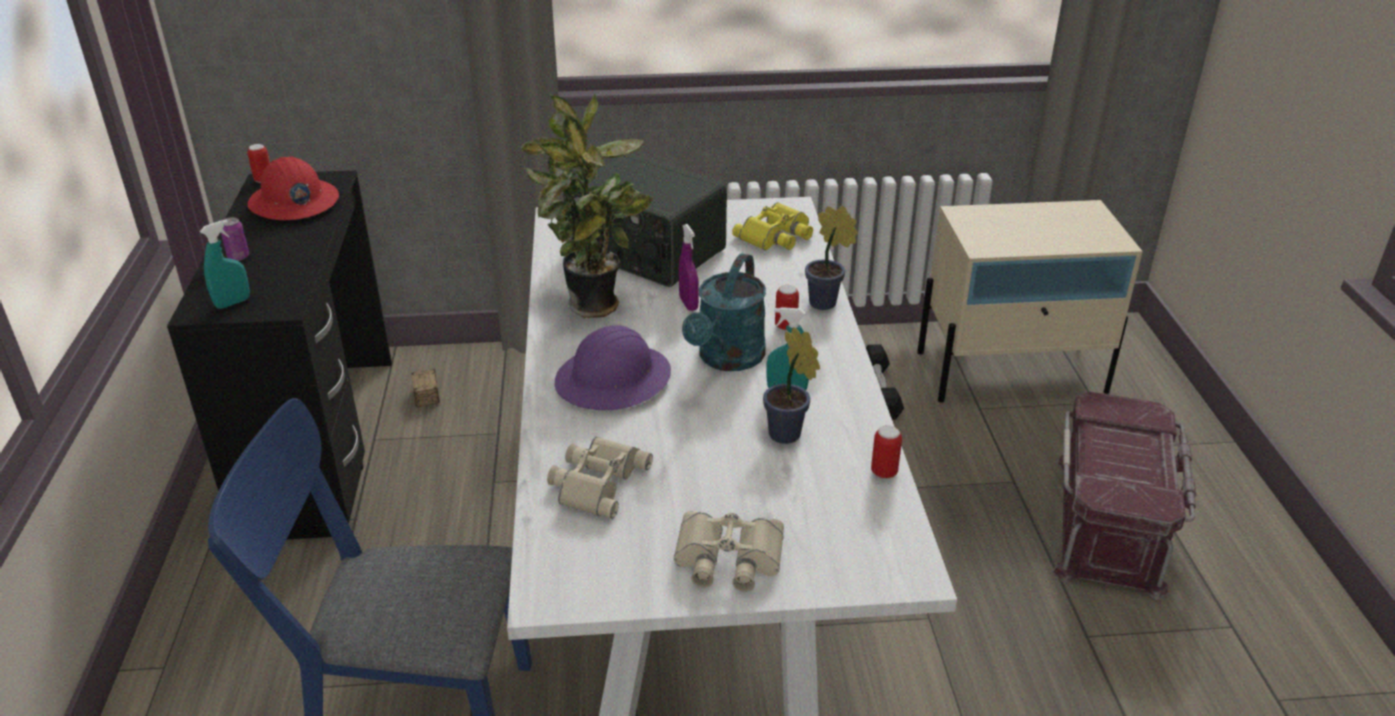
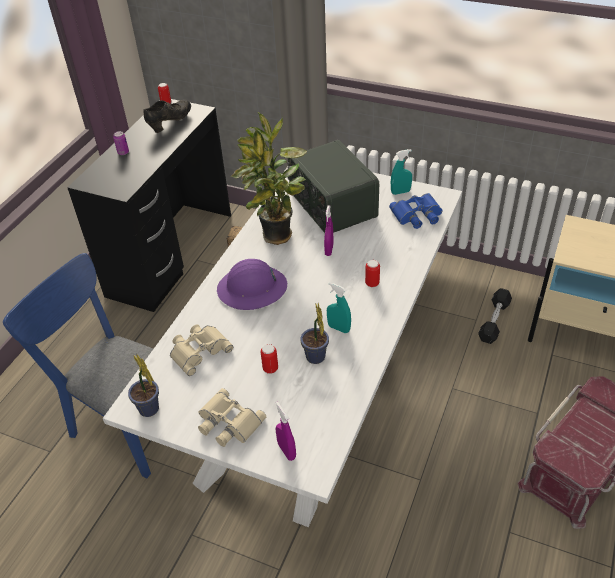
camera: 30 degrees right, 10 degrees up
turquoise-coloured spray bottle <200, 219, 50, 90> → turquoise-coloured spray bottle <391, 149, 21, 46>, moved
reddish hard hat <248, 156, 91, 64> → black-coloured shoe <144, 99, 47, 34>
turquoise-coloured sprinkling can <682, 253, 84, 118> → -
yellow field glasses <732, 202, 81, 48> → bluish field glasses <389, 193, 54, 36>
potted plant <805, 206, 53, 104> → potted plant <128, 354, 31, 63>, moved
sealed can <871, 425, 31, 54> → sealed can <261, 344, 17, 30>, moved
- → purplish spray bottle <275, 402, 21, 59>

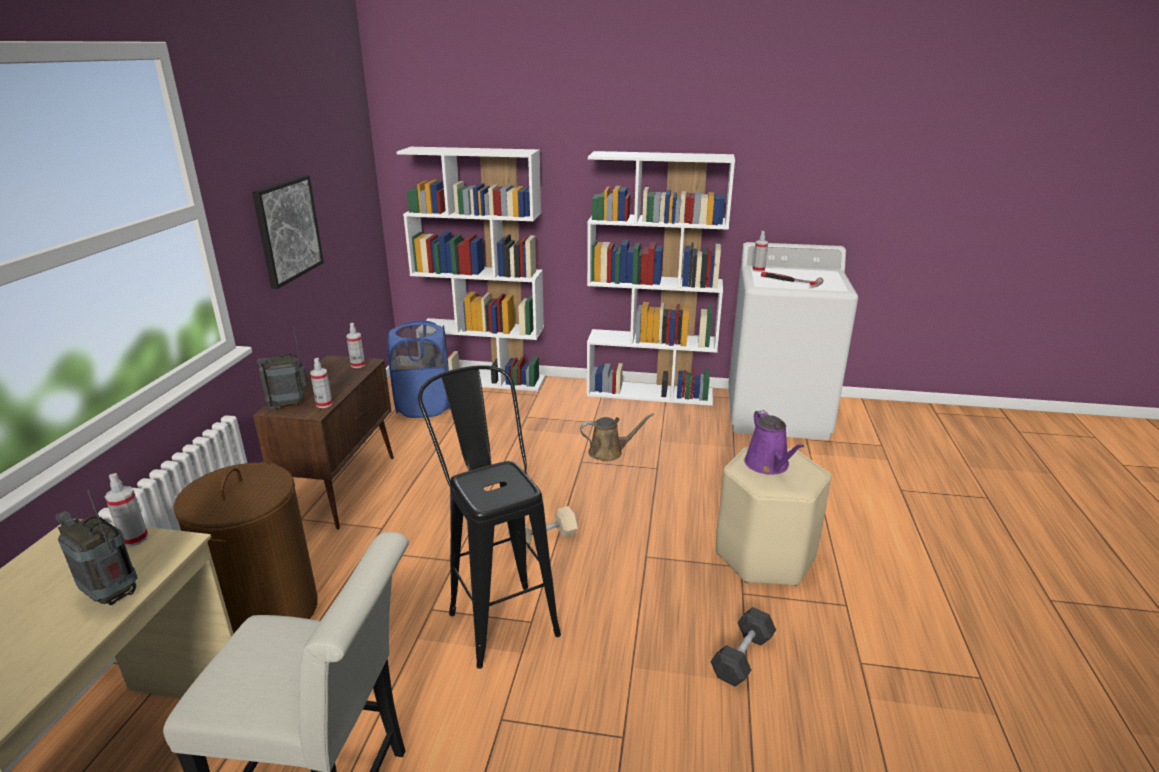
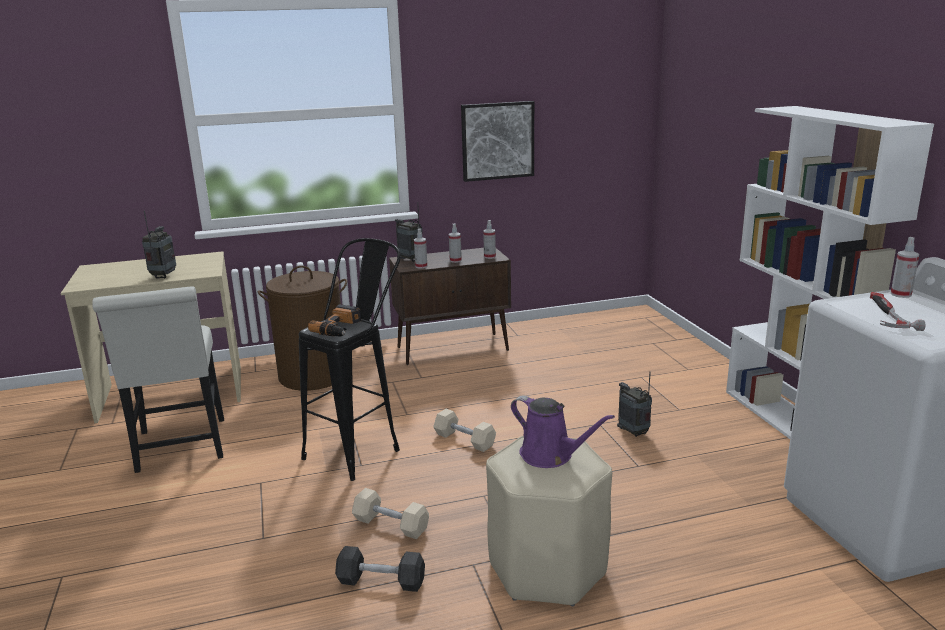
camera: 65 degrees right, 5 degrees down
spray bottle <105, 473, 43, 74> → spray bottle <449, 224, 13, 39>, moved
bluish washing basket <388, 320, 62, 98> → -
white-coloured shelving unit <397, 147, 148, 244> → -
brown-coloured sprinkling can <580, 413, 74, 48> → radio receiver <617, 372, 35, 65>
purplish sprinkling can <744, 410, 60, 65> → purplish sprinkling can <511, 396, 104, 72>, 105 degrees counterclockwise
- → drill <308, 304, 53, 33>
- → beige-coloured free weight <352, 488, 77, 51>

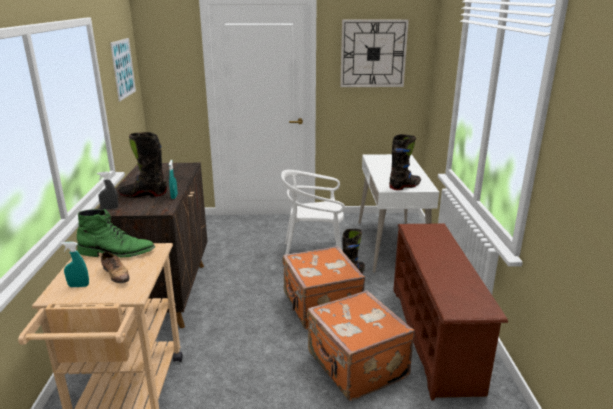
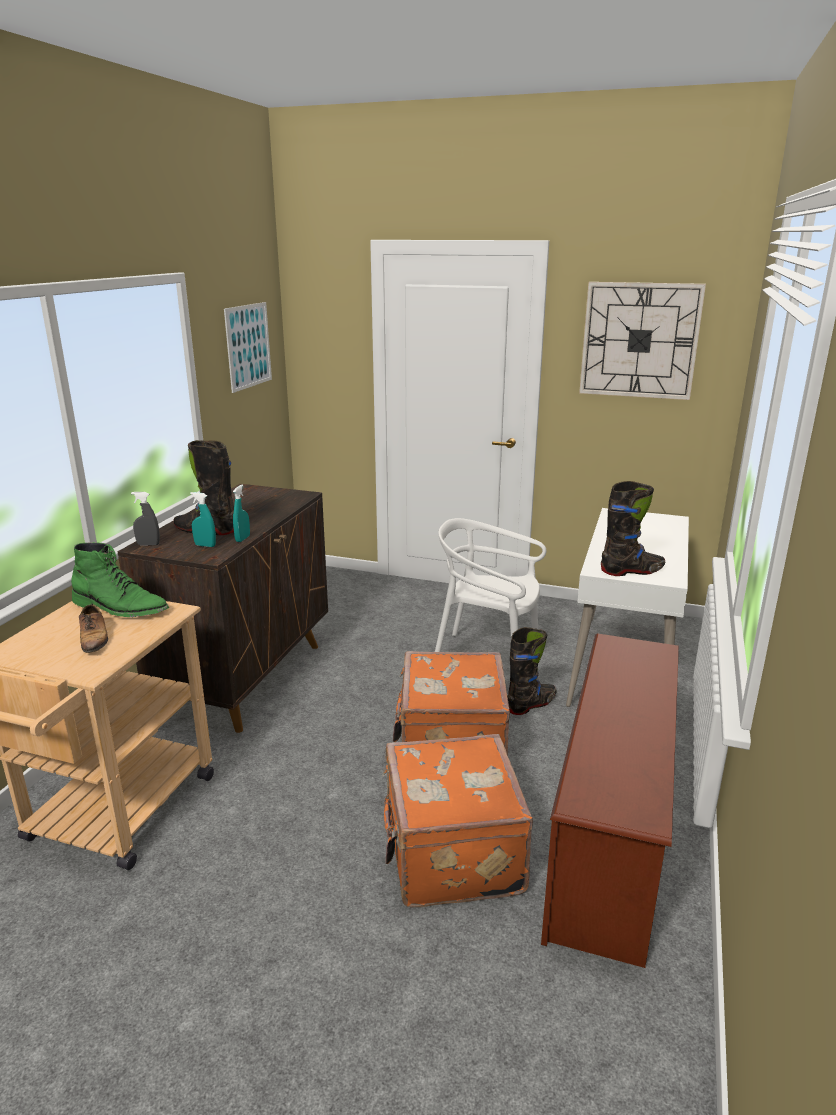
camera: 20 degrees right, 0 degrees up
turquoise-coloured spray bottle <61, 242, 28, 45> → turquoise-coloured spray bottle <190, 492, 26, 55>, moved

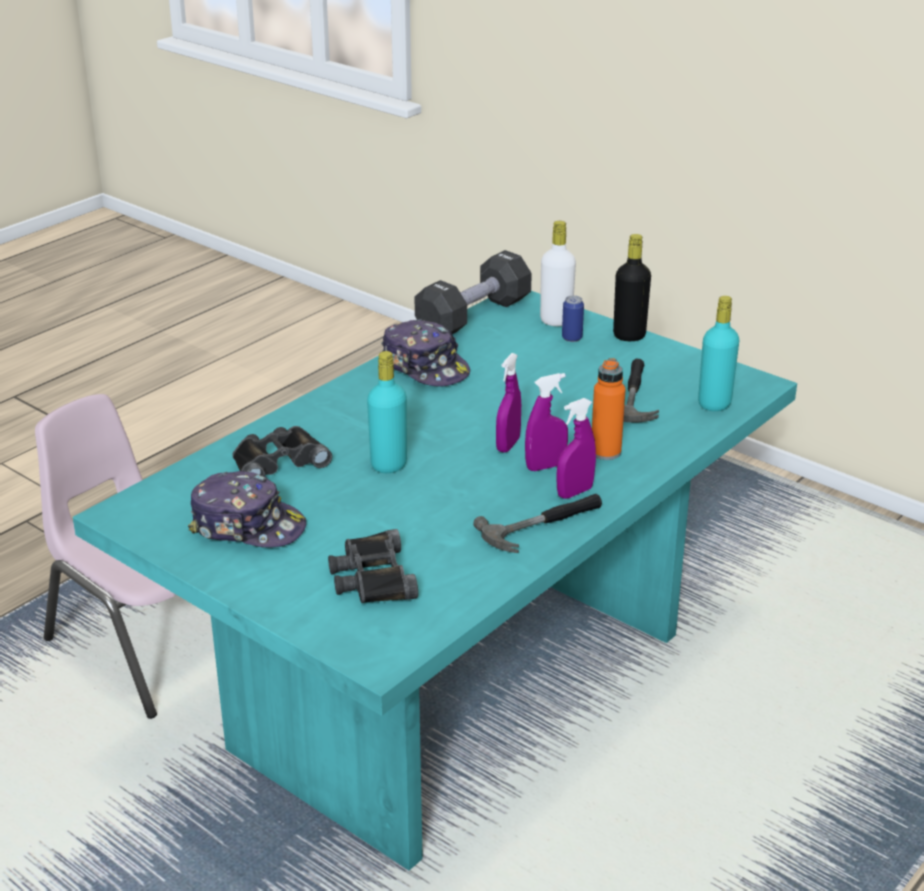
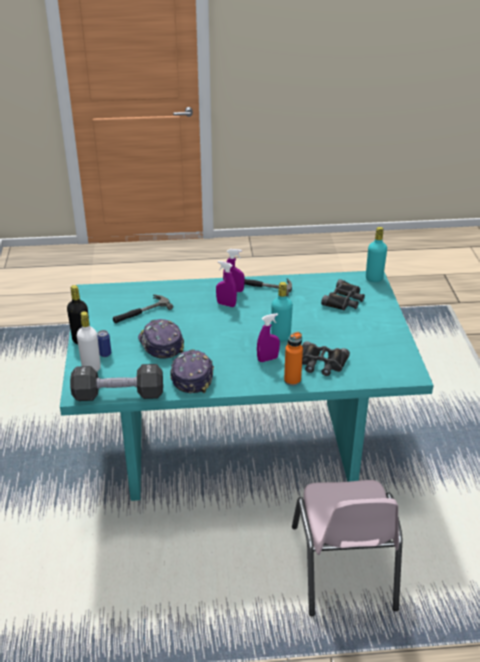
camera: 135 degrees left, 5 degrees up
peaked cap <188, 471, 118, 77> → peaked cap <138, 319, 46, 39>, moved
purplish spray bottle <496, 353, 25, 100> → purplish spray bottle <257, 313, 23, 49>, moved
orangey bottle <592, 358, 33, 102> → orangey bottle <284, 332, 19, 54>, moved
turquoise-coloured bottle <698, 296, 41, 115> → turquoise-coloured bottle <366, 227, 21, 55>, moved

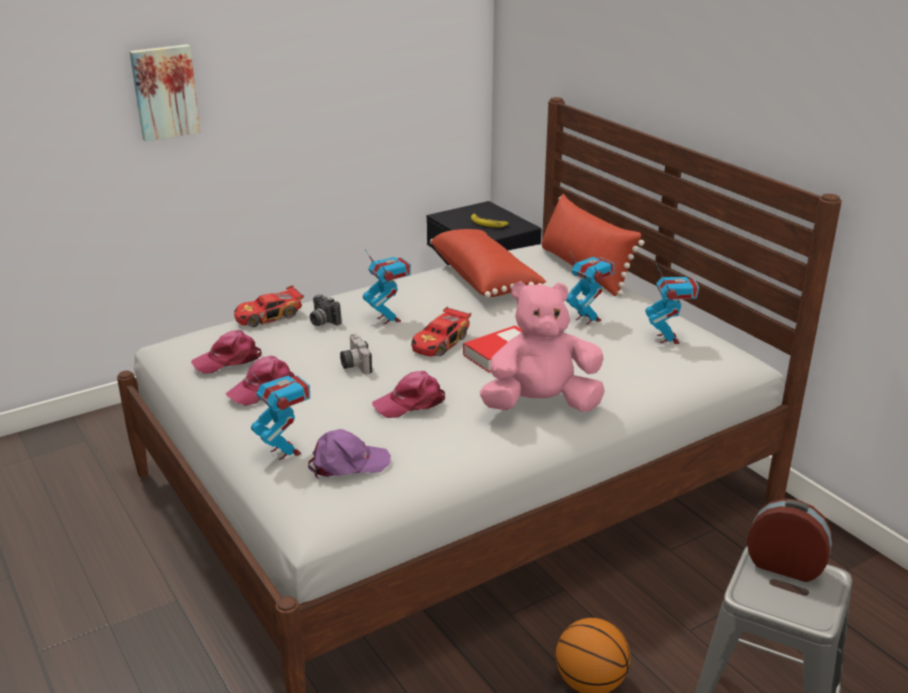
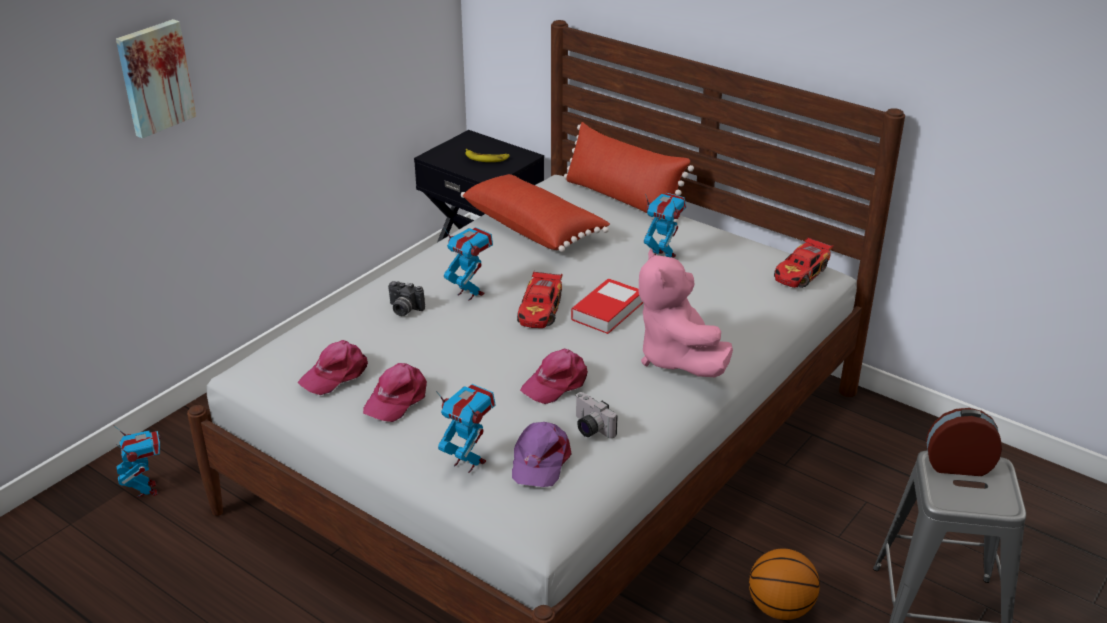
camera: 20 degrees left, 5 degrees up
model car <234, 285, 70, 42> → model car <774, 236, 59, 52>, moved
purplish peaked cap <308, 429, 83, 50> → purplish peaked cap <512, 422, 60, 65>, 135 degrees clockwise
still camera <340, 334, 32, 40> → still camera <575, 392, 43, 46>, moved
pink-coloured soft toy <480, 281, 125, 131> → pink-coloured soft toy <639, 248, 94, 129>, 75 degrees counterclockwise
model robot <645, 264, 54, 80> → model robot <113, 425, 48, 73>, moved

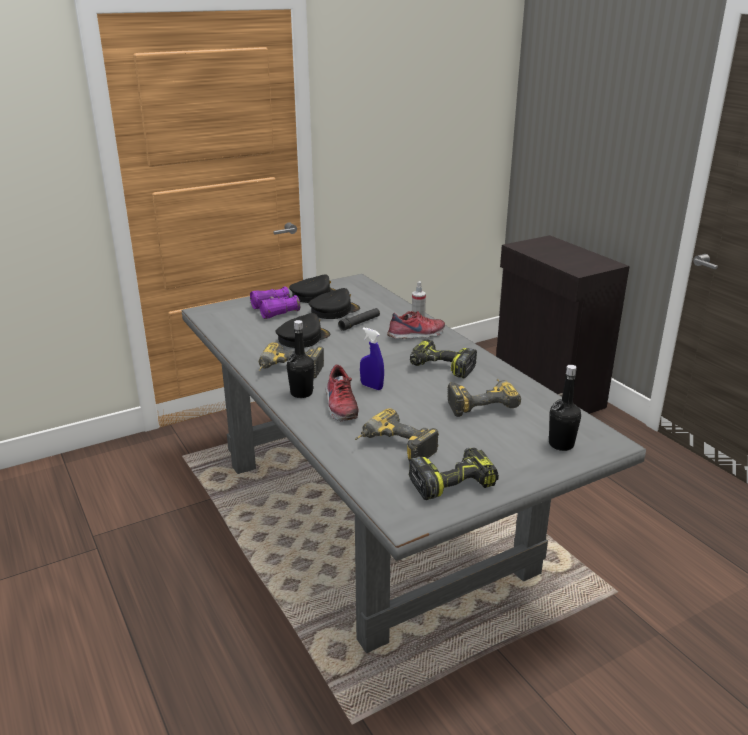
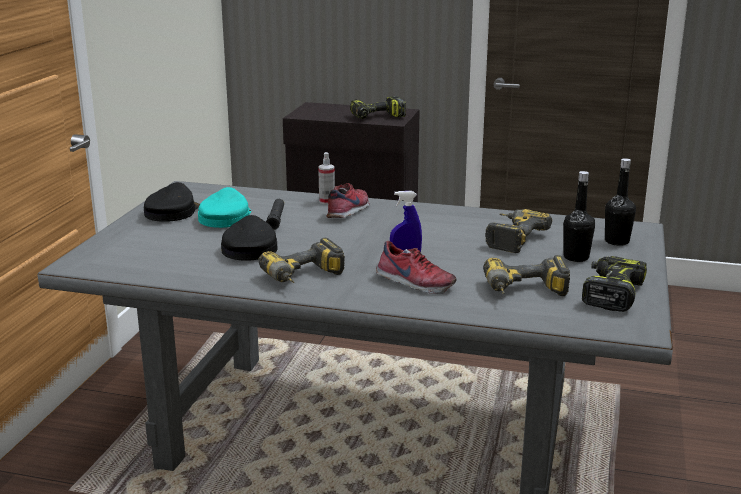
camera: 45 degrees left, 5 degrees down
purplish field glasses <250, 286, 50, 33> → -
black-coloured bottle <287, 320, 27, 78> → black-coloured bottle <563, 171, 32, 91>, moved
black-coloured peaked cap <309, 288, 51, 31> → turquoise-coloured peaked cap <198, 187, 53, 41>
drill <410, 339, 67, 39> → drill <350, 96, 56, 23>, moved

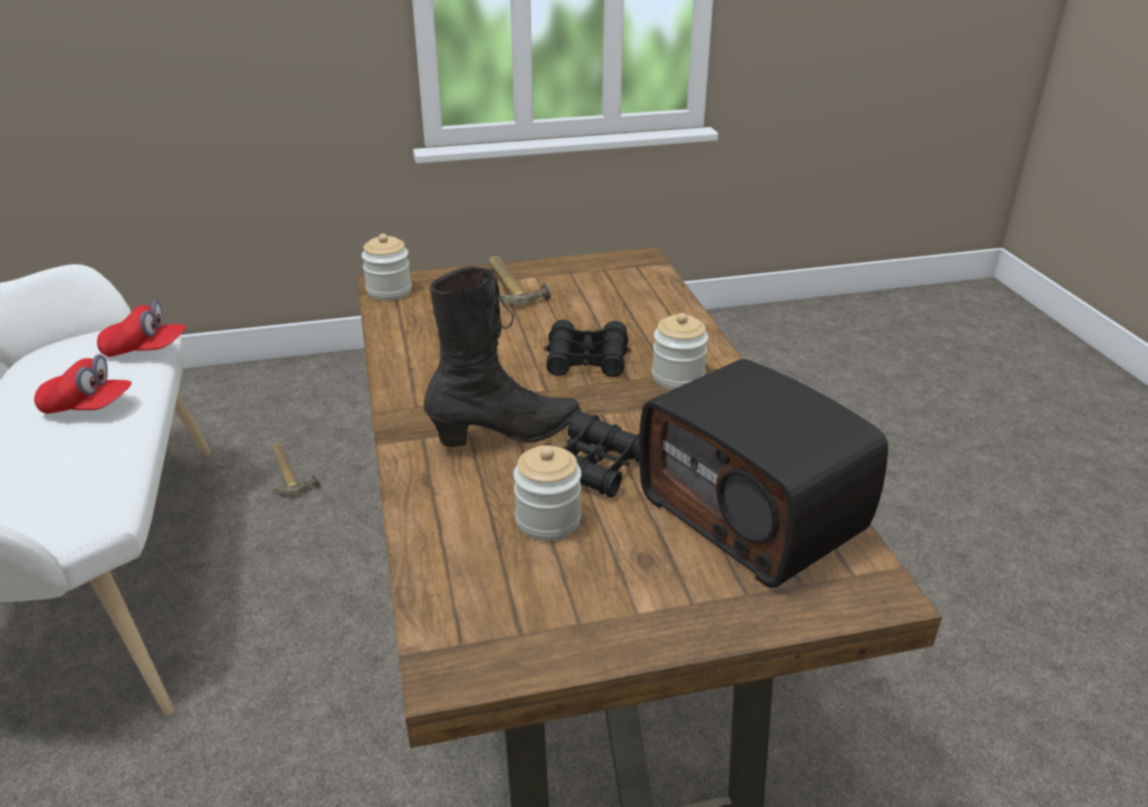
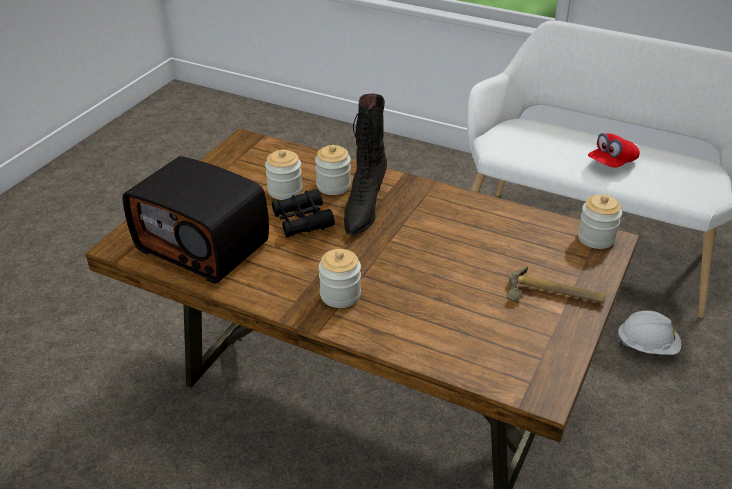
camera: 130 degrees right, 5 degrees up
reddish peaked cap <97, 300, 89, 57> → -
hammer <272, 443, 48, 53> → white-coloured hard hat <616, 310, 65, 45>
black-coloured field glasses <543, 320, 88, 57> → -
radio receiver <639, 359, 249, 229> → radio receiver <122, 156, 147, 128>, 150 degrees counterclockwise
- → jar <315, 145, 36, 50>

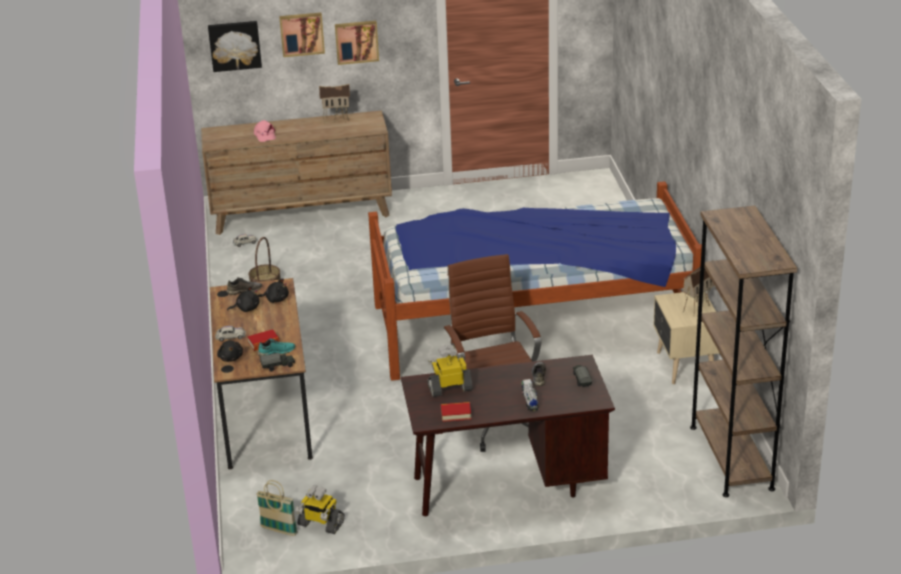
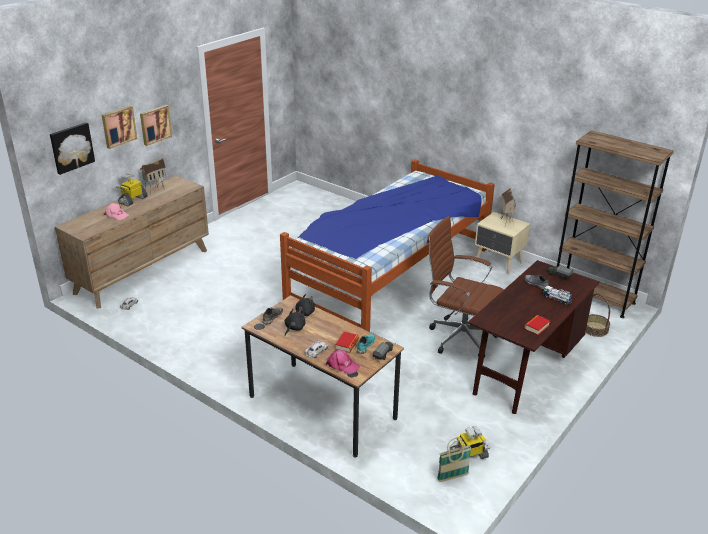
camera: 45 degrees left, 0 degrees up
black-coloured soft toy <217, 340, 26, 22> → pink-coloured peaked cap <326, 350, 34, 24>
storage basket <249, 237, 32, 45> → storage basket <585, 293, 25, 44>, moved
model robot <428, 345, 45, 52> → model robot <115, 173, 33, 33>, moved

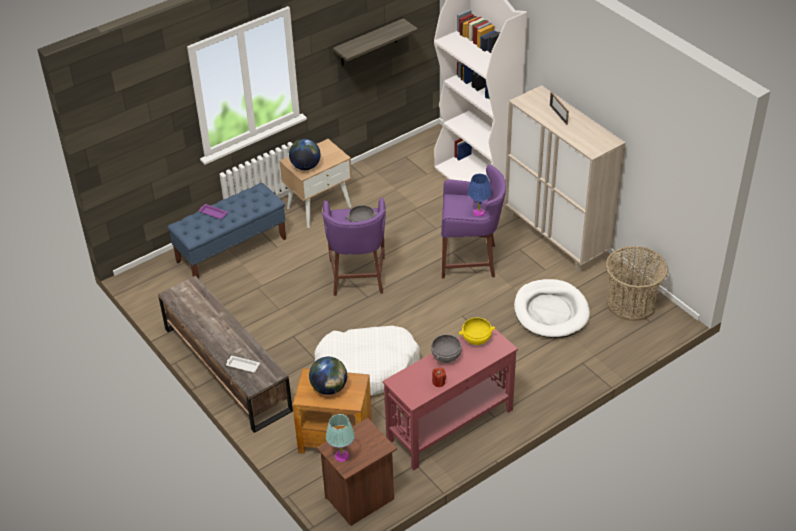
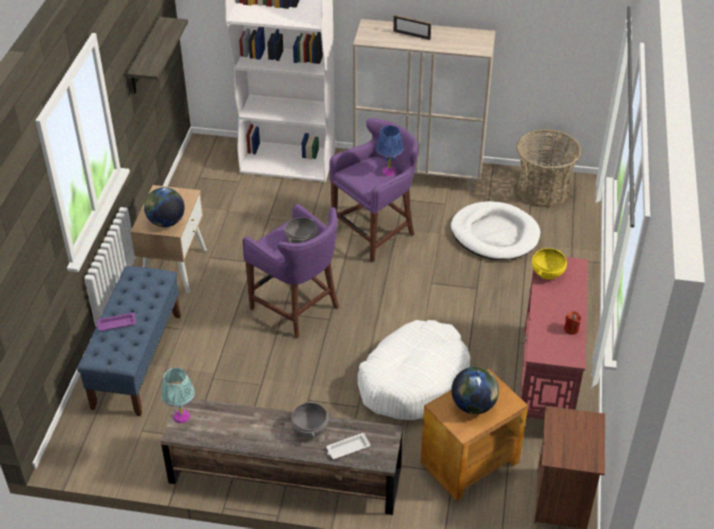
camera: 45 degrees left, 0 degrees up
turquoise-coloured tabletop lamp <326, 414, 29, 48> → turquoise-coloured tabletop lamp <161, 368, 34, 55>, moved
grey serving bowl <431, 335, 31, 28> → grey serving bowl <291, 401, 38, 37>, moved

